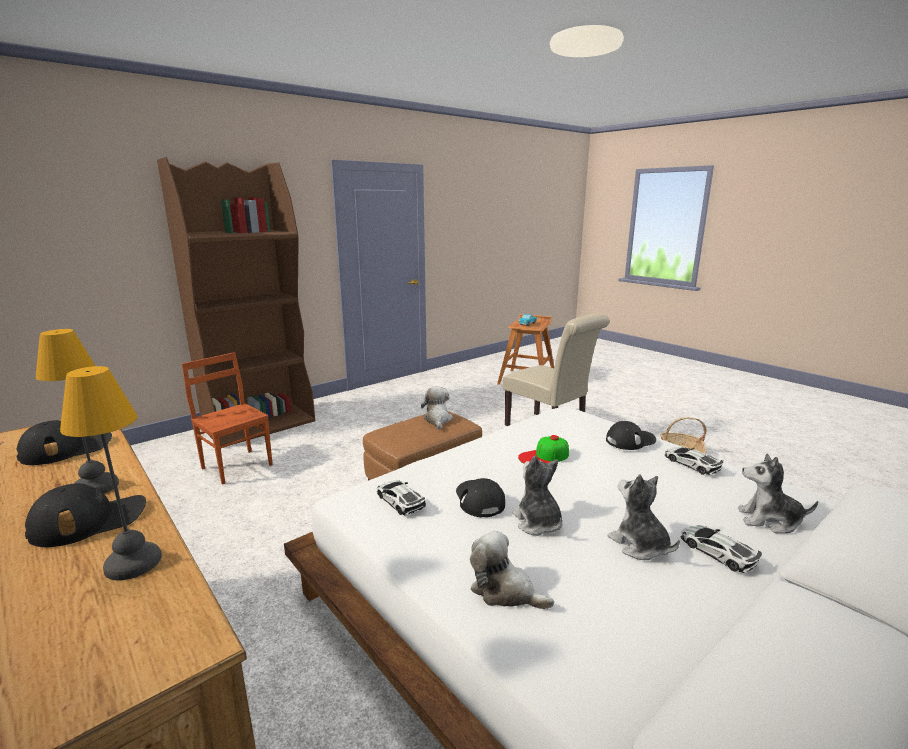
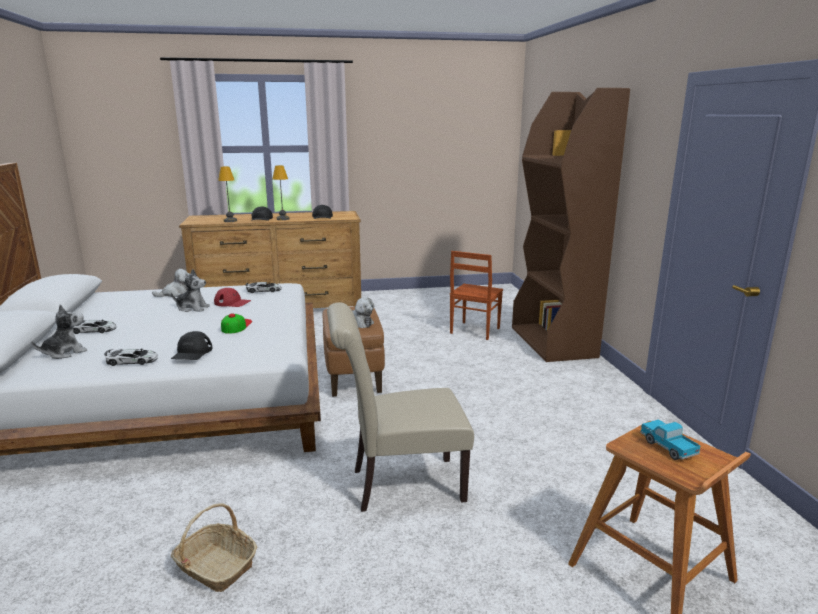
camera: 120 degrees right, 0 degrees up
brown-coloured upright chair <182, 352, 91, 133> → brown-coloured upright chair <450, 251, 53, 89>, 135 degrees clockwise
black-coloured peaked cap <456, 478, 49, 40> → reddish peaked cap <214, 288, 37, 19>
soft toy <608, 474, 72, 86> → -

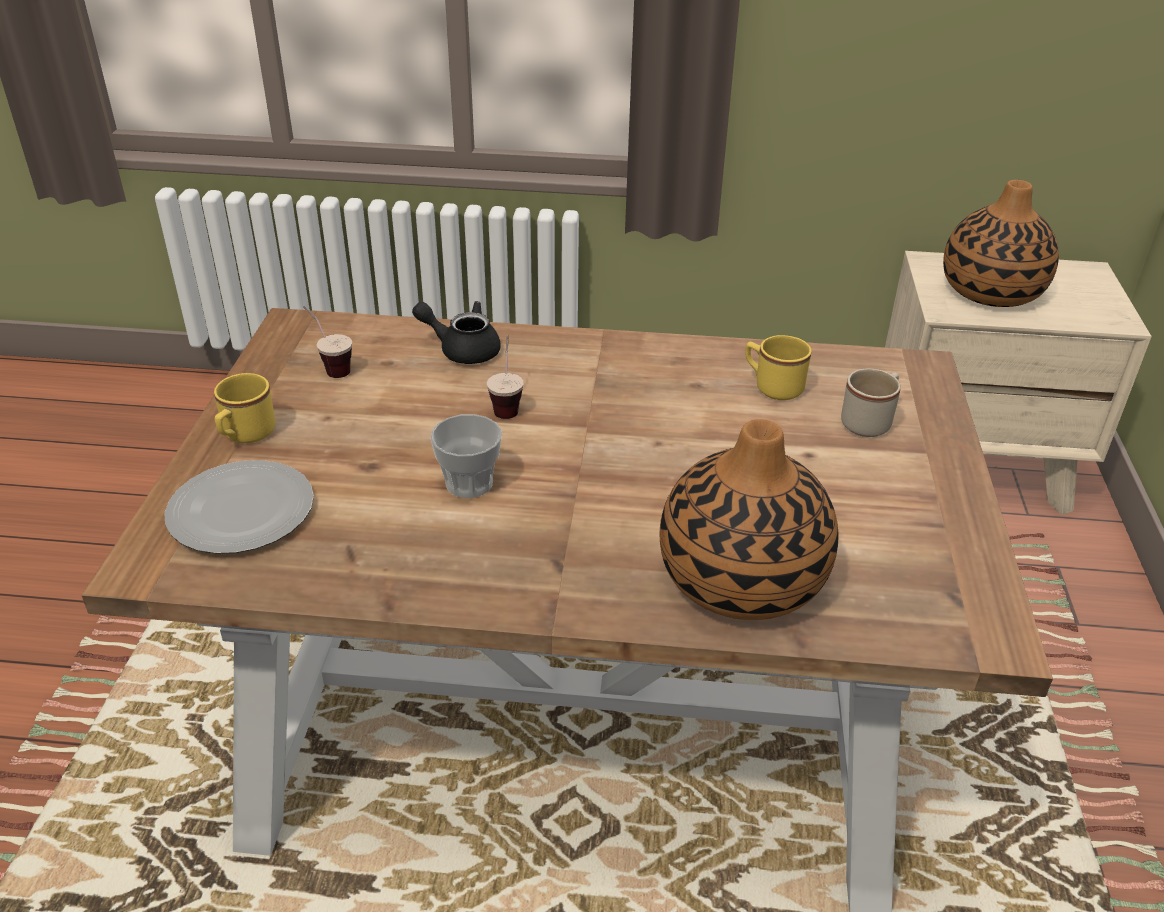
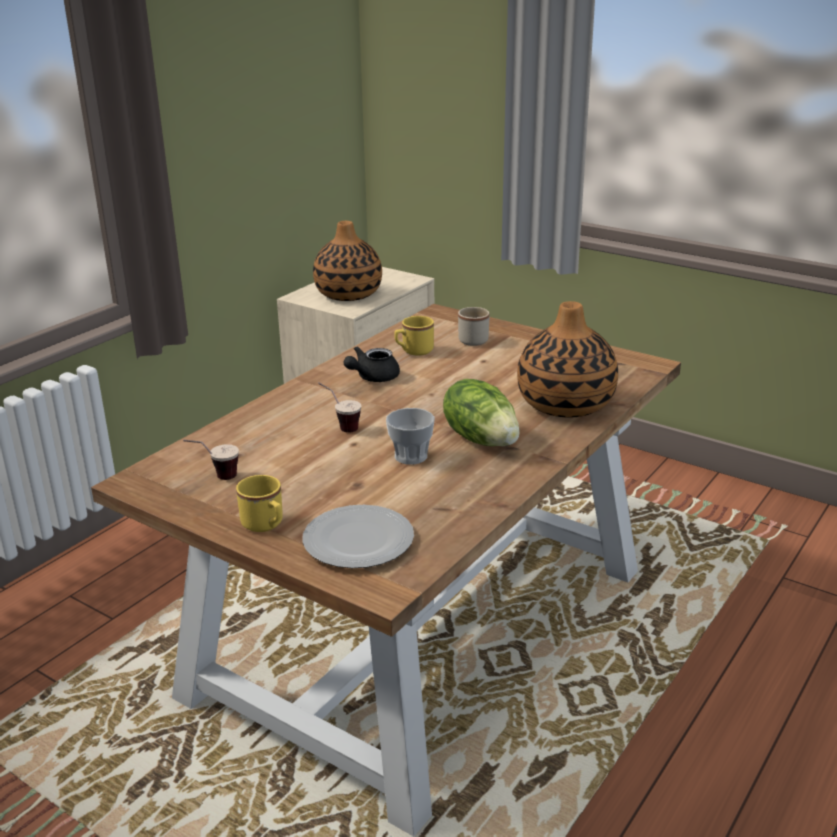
camera: 60 degrees left, 10 degrees down
black-coloured teapot <412, 301, 89, 63> → black-coloured teapot <344, 346, 56, 36>, moved
- → lettuce <443, 379, 77, 67>

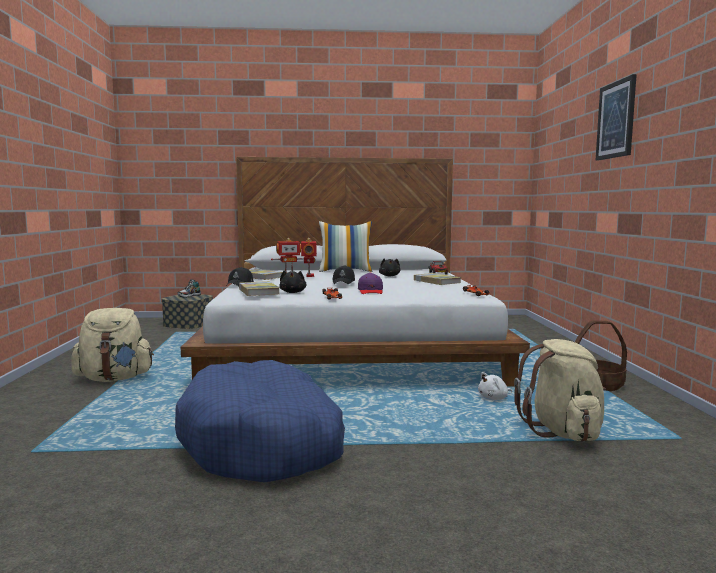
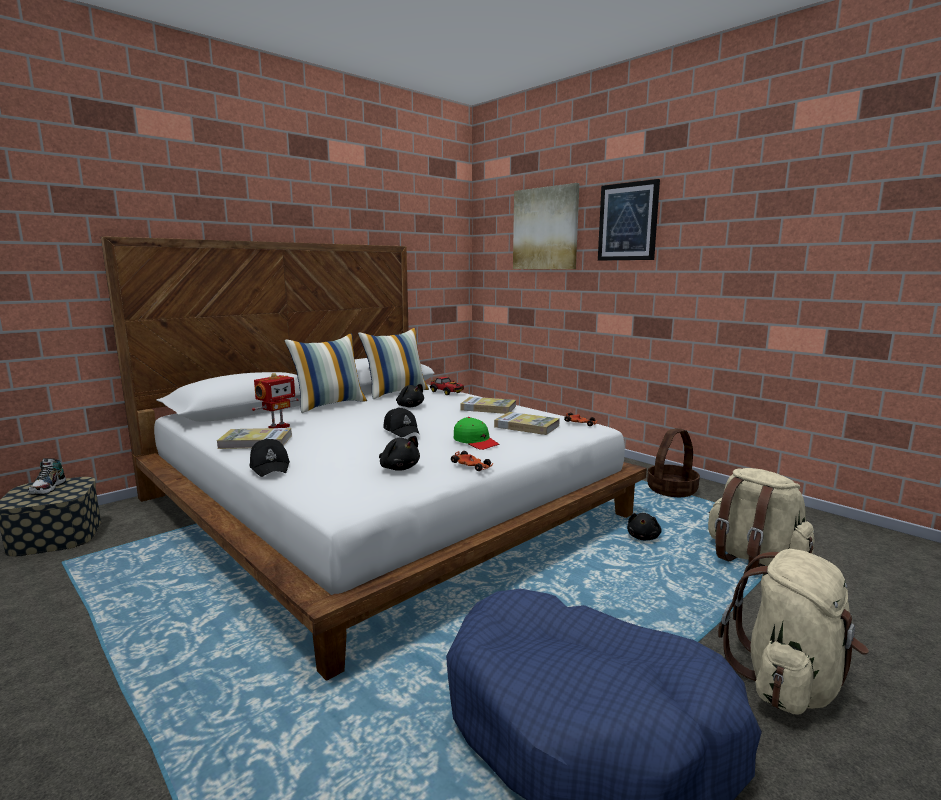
camera: 40 degrees left, 5 degrees up
beige-coloured knapsack <71, 308, 83, 74> → beige-coloured knapsack <718, 549, 151, 166>, moved
volume <239, 281, 41, 15> → volume <494, 412, 66, 23>, moved
model robot <301, 238, 16, 39> → -
purplish peaked cap <358, 272, 25, 22> → greenish peaked cap <454, 417, 46, 33>
white-coloured soft toy <478, 372, 34, 28> → black-coloured soft toy <627, 513, 35, 27>
- → pillow <358, 328, 71, 71>
- → wall art <513, 183, 66, 86>

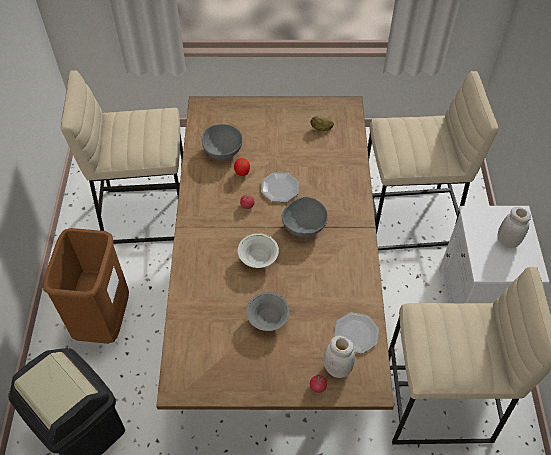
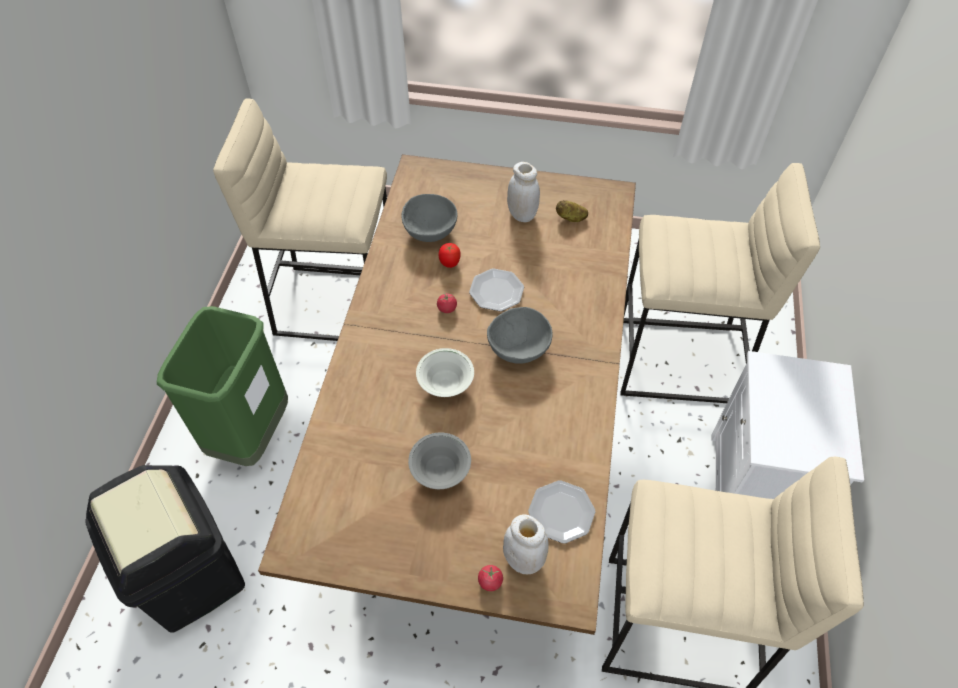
camera: 10 degrees right, 0 degrees up
brown-coloured waste bin <43, 228, 86, 116> → greenish waste bin <157, 306, 131, 160>
white-coloured jar <498, 207, 33, 41> → white-coloured jar <507, 162, 33, 60>, moved

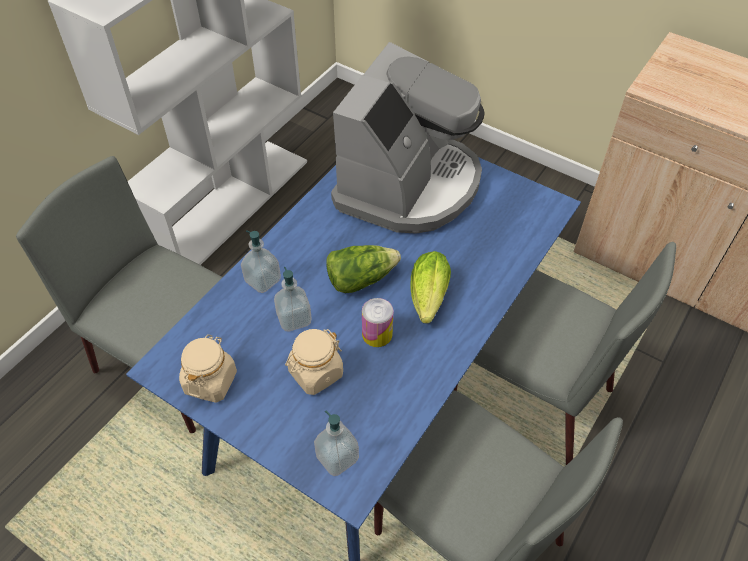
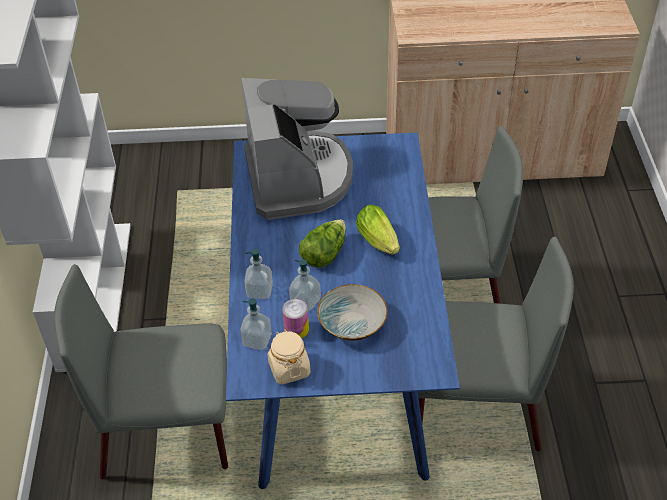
camera: 35 degrees left, 5 degrees down
beige-coloured jar <285, 329, 58, 66> → serving bowl <317, 284, 71, 57>
liquid soap bottle <314, 411, 45, 65> → liquid soap bottle <240, 298, 32, 52>, moved
sealed can <362, 298, 31, 49> → sealed can <282, 299, 27, 40>, moved

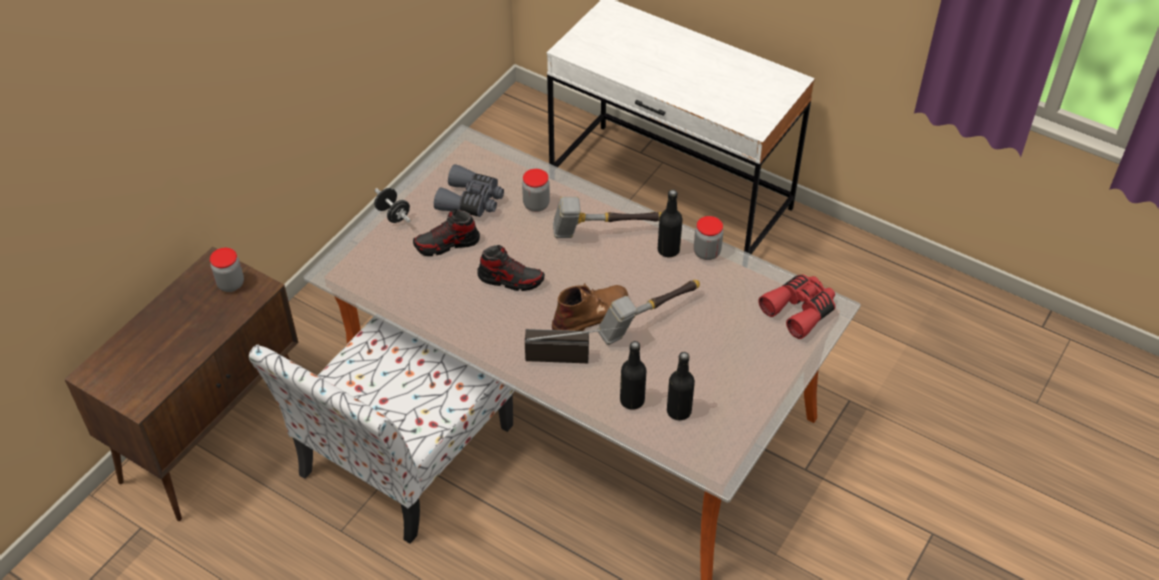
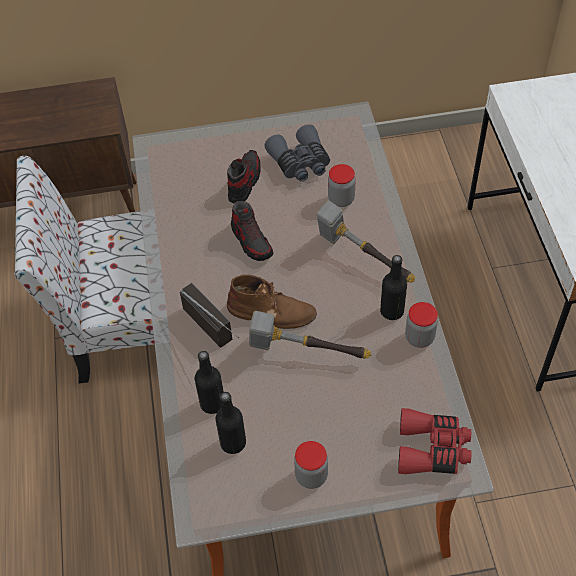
camera: 50 degrees right, 5 degrees up
jar <210, 248, 34, 44> → jar <294, 441, 34, 48>, moved
black-coloured free weight <374, 188, 37, 35> → -
shoe <413, 209, 67, 47> → shoe <227, 150, 34, 54>, 75 degrees clockwise

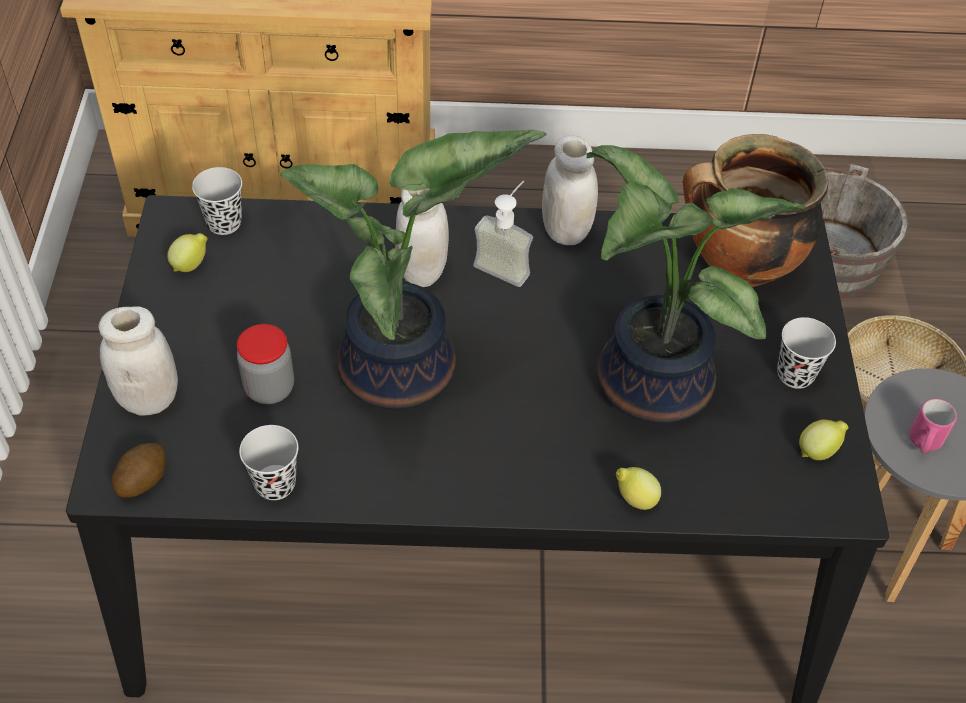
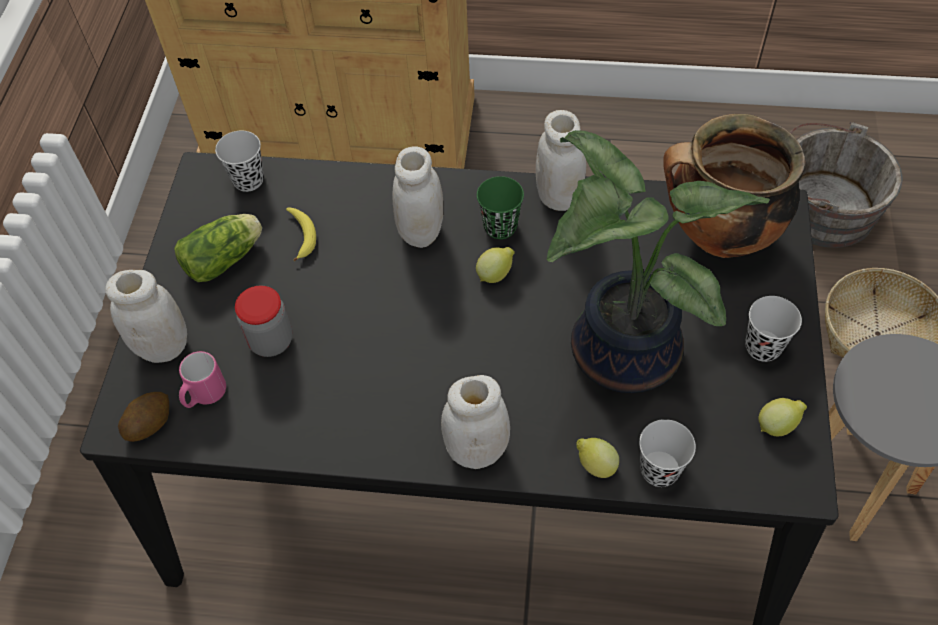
camera: 10 degrees right, 5 degrees up
lemon <167, 233, 41, 39> → lemon <476, 247, 39, 36>, moved
black-coloured small cup <239, 425, 59, 75> → black-coloured small cup <639, 419, 57, 68>, moved
potted plant <280, 130, 267, 280> → -
liquid soap bottle <473, 181, 60, 106> → greenish small cup <477, 176, 47, 63>
pink-coloured coffee mug <909, 399, 48, 55> → pink-coloured coffee mug <179, 351, 47, 57>, moved
- → lettuce <174, 214, 88, 68>
- → banana fruit <286, 208, 30, 53>
- → white-coloured jar <441, 375, 69, 94>

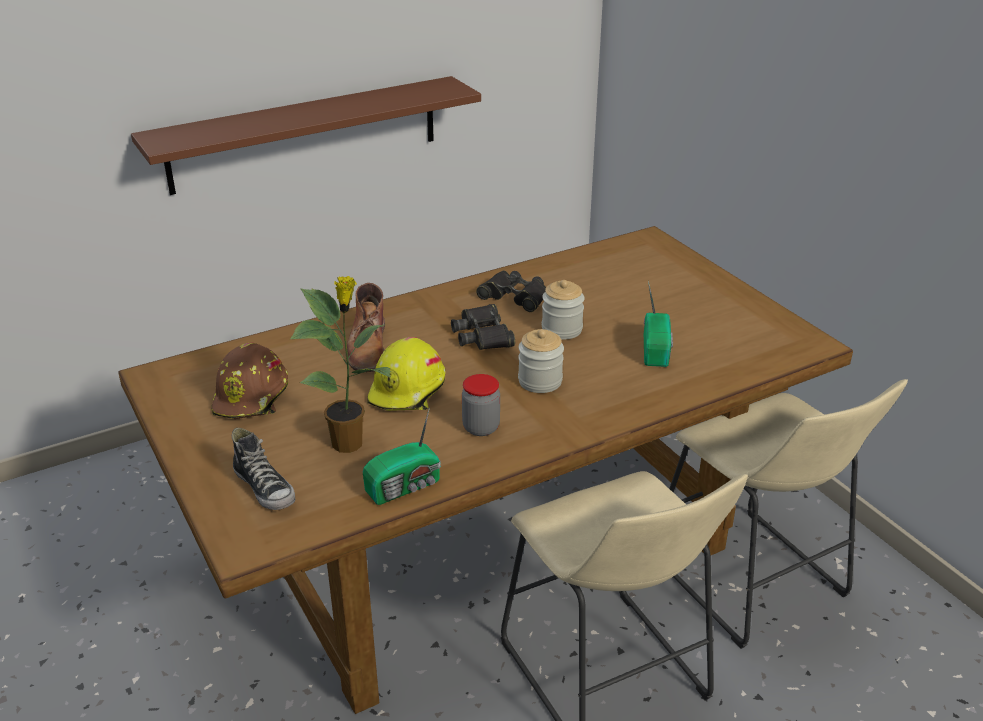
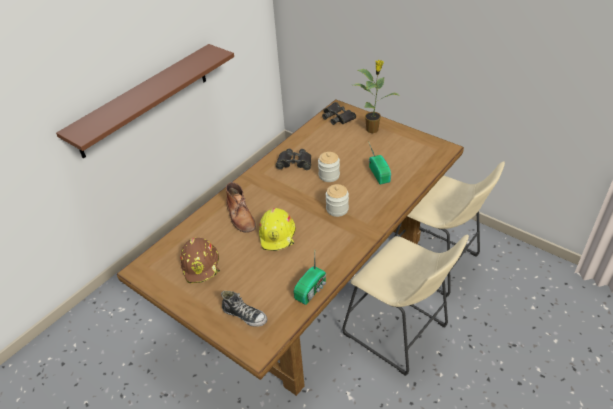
camera: 20 degrees left, 10 degrees up
potted plant <290, 276, 101, 177> → potted plant <354, 60, 47, 73>, moved
black-coloured field glasses <451, 304, 64, 46> → black-coloured field glasses <322, 102, 34, 23>, moved
jar <462, 374, 38, 62> → -

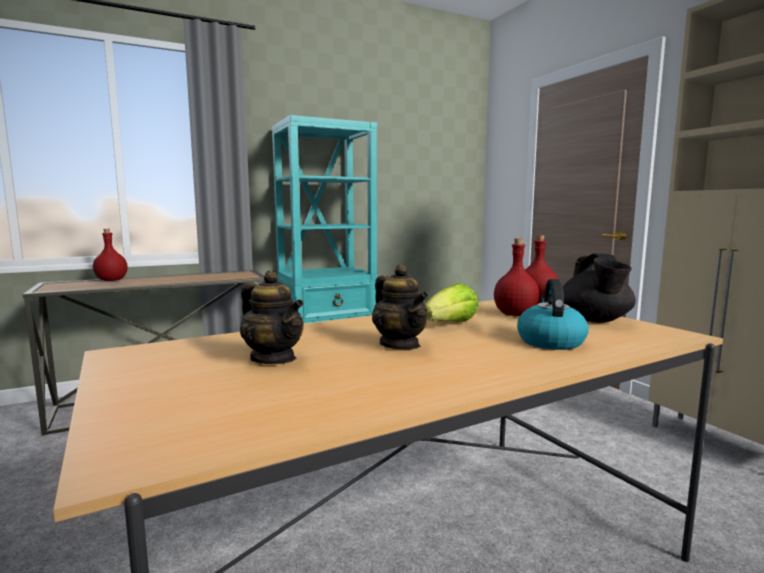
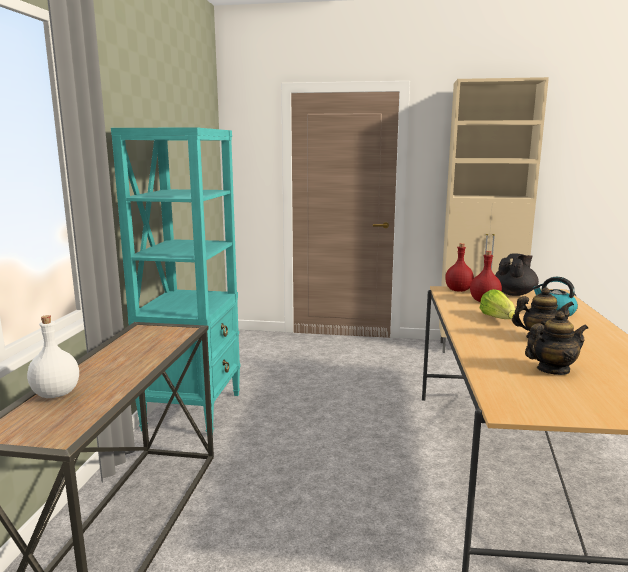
camera: 55 degrees left, 5 degrees up
reddish bottle <93, 229, 35, 52> → white-coloured bottle <27, 315, 52, 83>
black-coloured teapot <563, 253, 73, 70> → black-coloured teapot <495, 254, 44, 42>, 90 degrees counterclockwise

